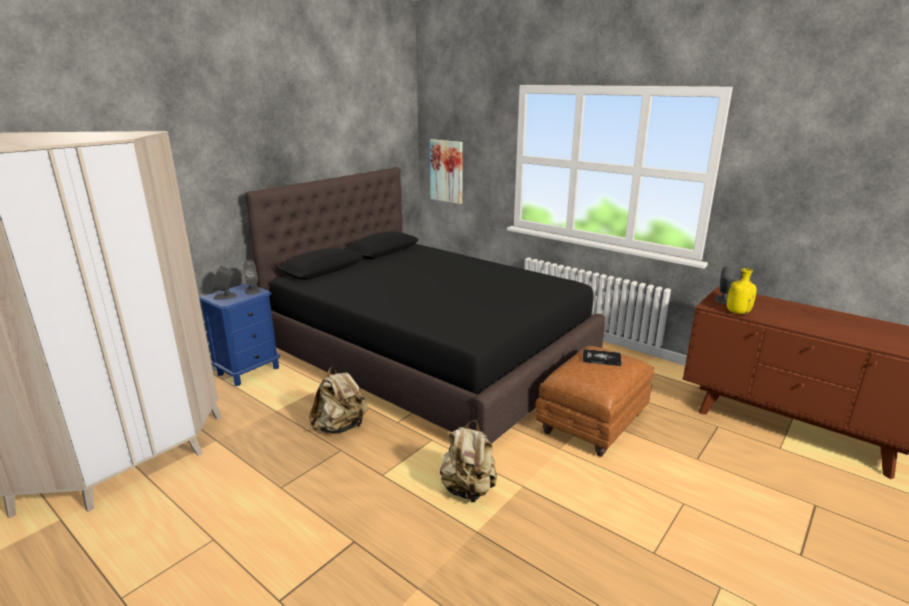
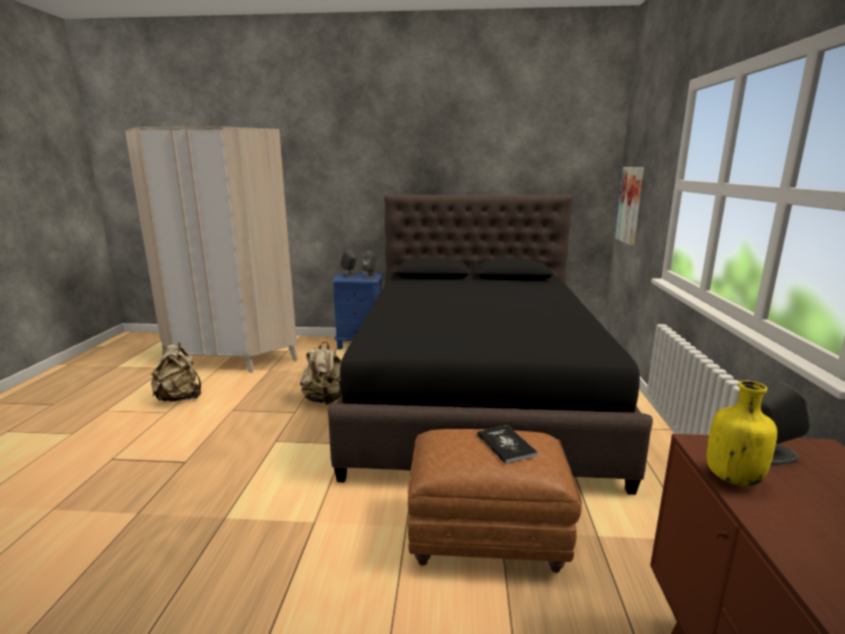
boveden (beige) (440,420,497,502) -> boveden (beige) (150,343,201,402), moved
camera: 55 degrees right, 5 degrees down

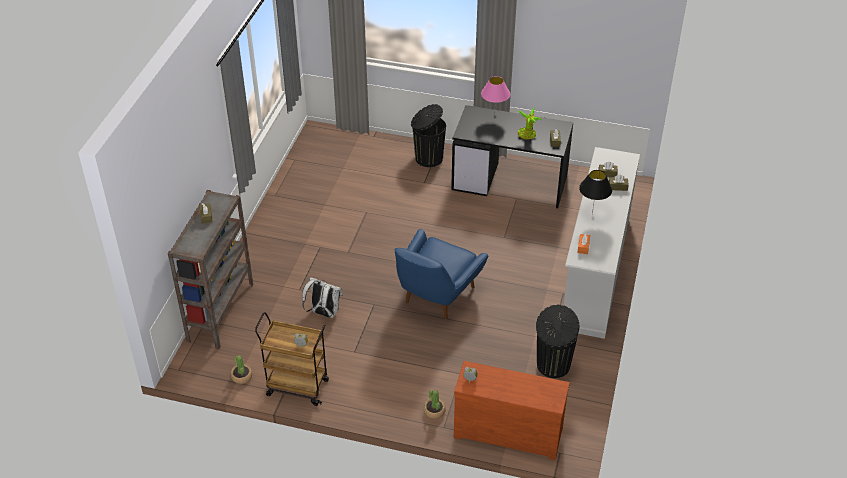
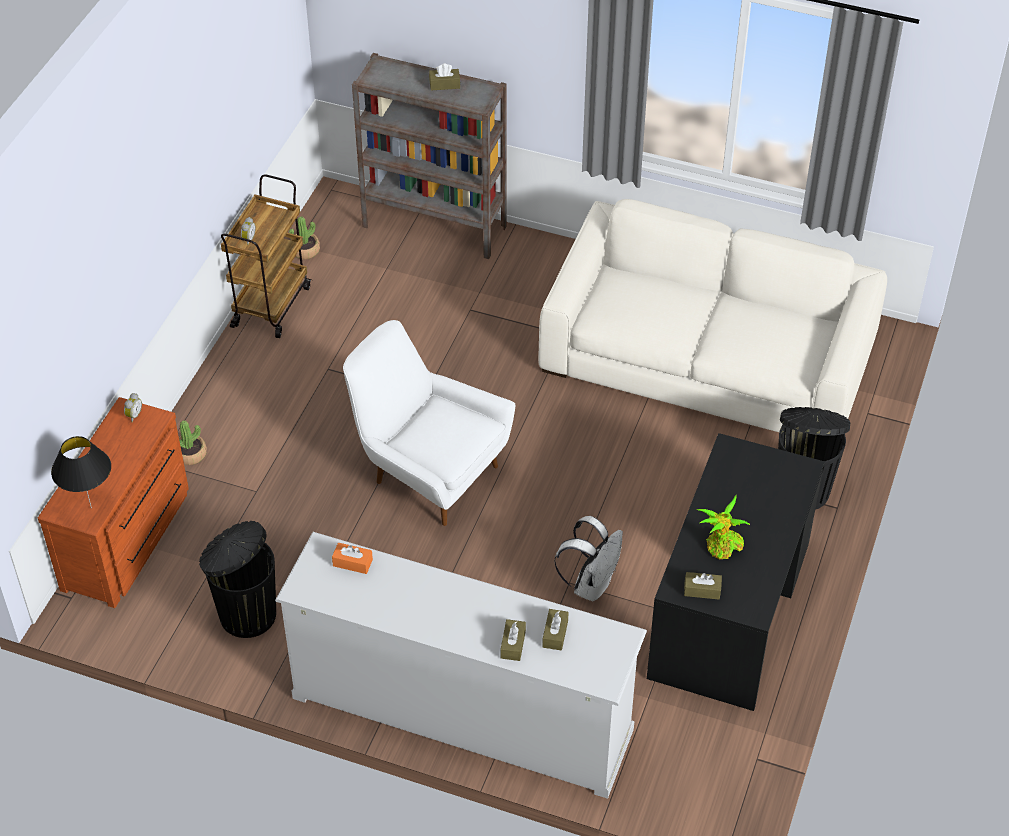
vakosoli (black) (579,170,612,214) -> vakosoli (black) (51,436,111,509), moved
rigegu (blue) (395,229,488,319) -> rigegu (white) (343,320,515,526)
none -> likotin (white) (538,199,887,432)
boveden (white) (302,277,343,318) -> boveden (white) (554,516,623,601), moved
vakosoli (pink) (481,76,510,118) -> none
camera: 95 degrees right, 5 degrees up

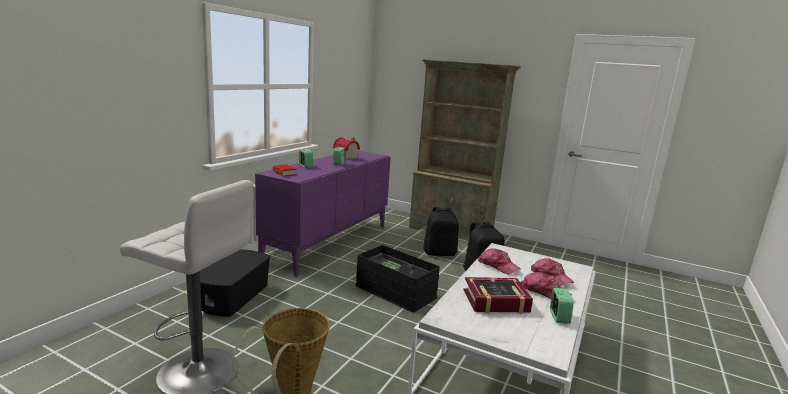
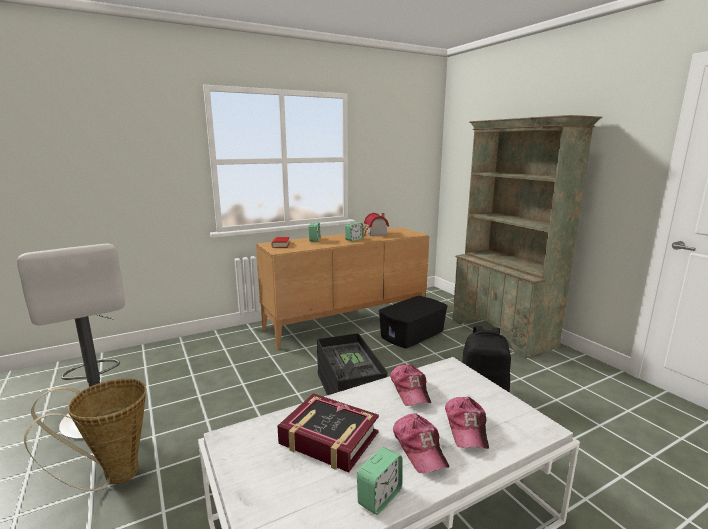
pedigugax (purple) (255,151,391,277) -> pedigugax (brown) (256,227,429,349)
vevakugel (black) (200,249,271,317) -> vevakugel (black) (379,296,448,348), moved
boveden (black) (423,207,459,256) -> none
camera: 35 degrees right, 0 degrees up

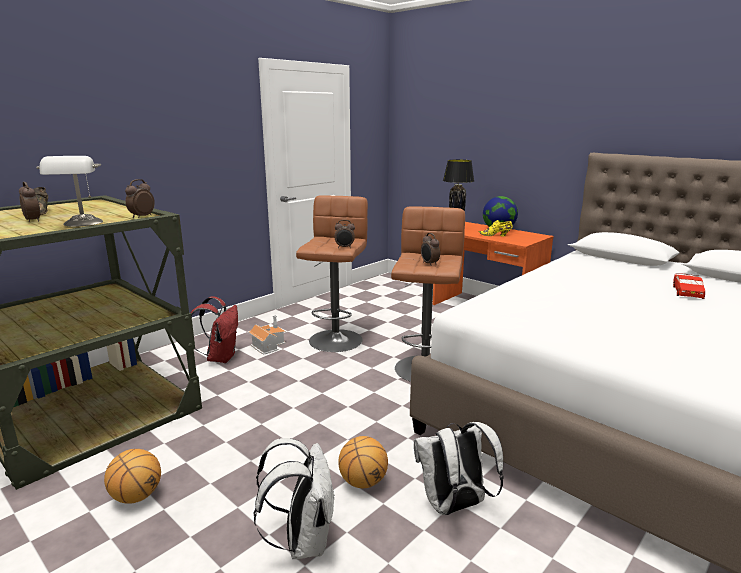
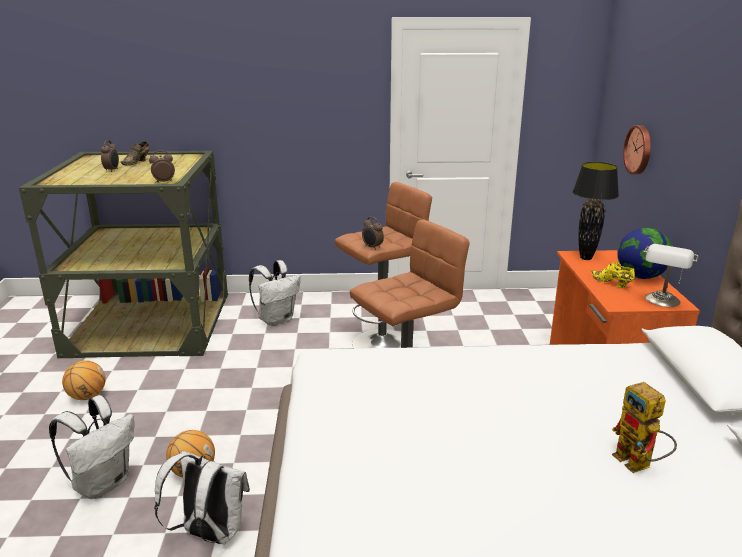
boveden (red) (191,296,238,363) -> boveden (white) (249,260,301,326)
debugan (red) (673,273,705,299) -> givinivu (612,382,677,473)
none -> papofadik (623,125,651,174)
vakosoli (white) (36,156,103,227) -> vakosoli (white) (643,244,699,307), moved
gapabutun (248,315,286,355) -> none
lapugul (421,233,440,266) -> none
camera: 45 degrees right, 5 degrees up

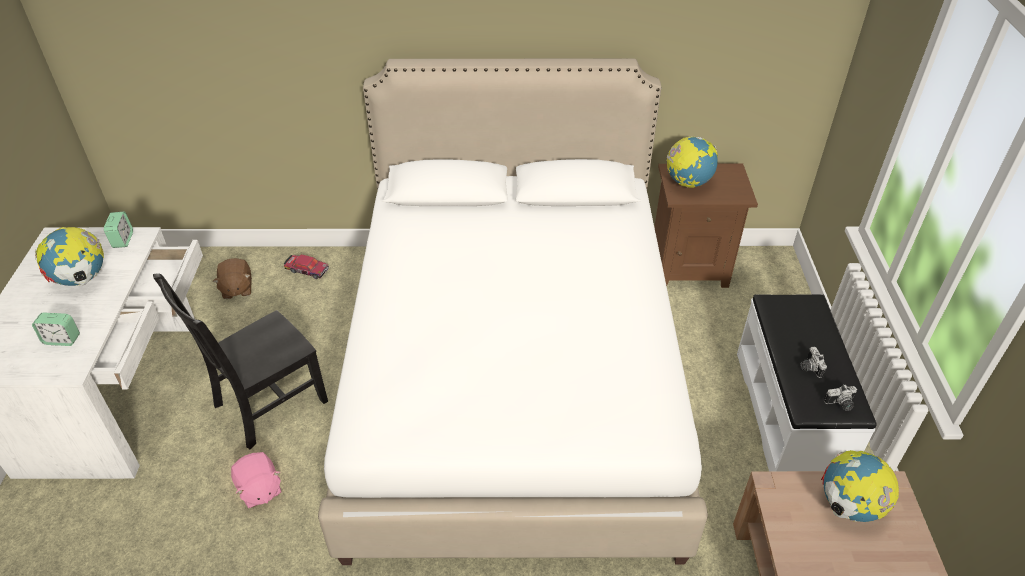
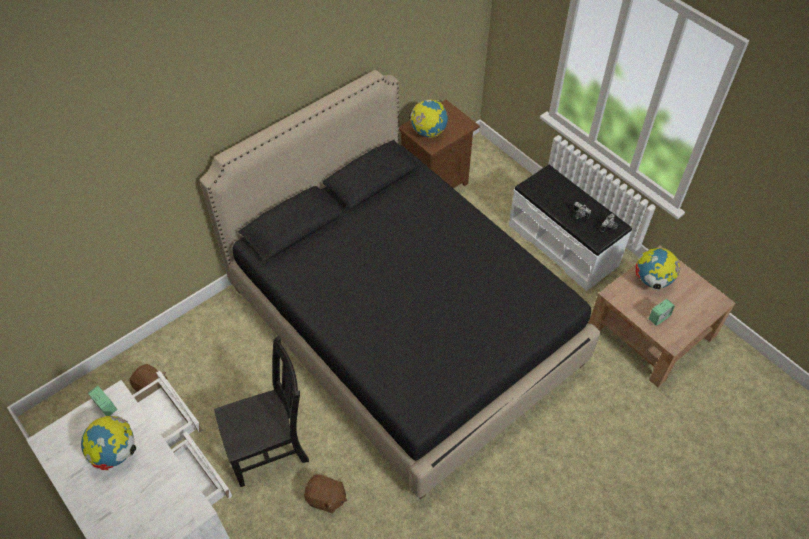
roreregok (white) (318,59,708,565) -> roreregok (black) (199,70,600,499)
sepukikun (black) (153,274,328,449) -> sepukikun (black) (214,336,309,487), 120 degrees counterclockwise
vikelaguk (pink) (231,452,281,508) -> vikelaguk (brown) (304,474,347,513)
lapugul (32,312,80,346) -> lapugul (649,299,675,326), moved
debugan (284,255,329,279) -> none
camera: 40 degrees left, 10 degrees up

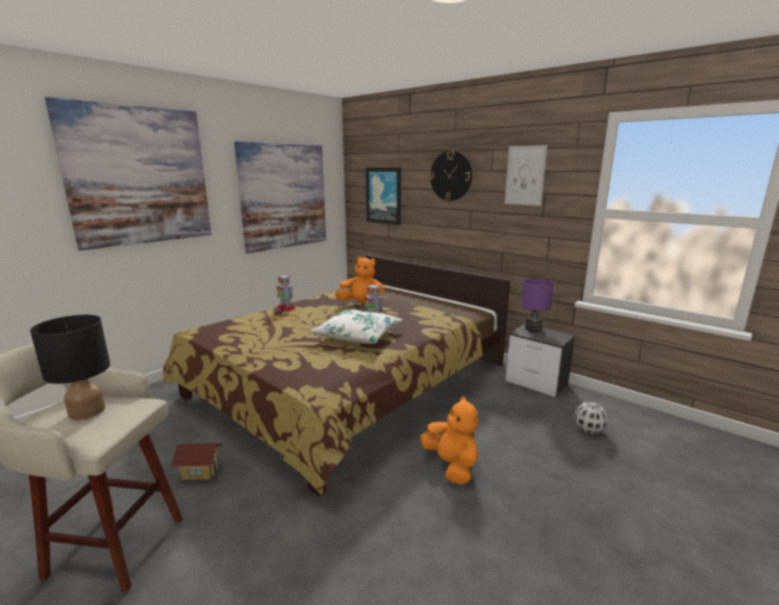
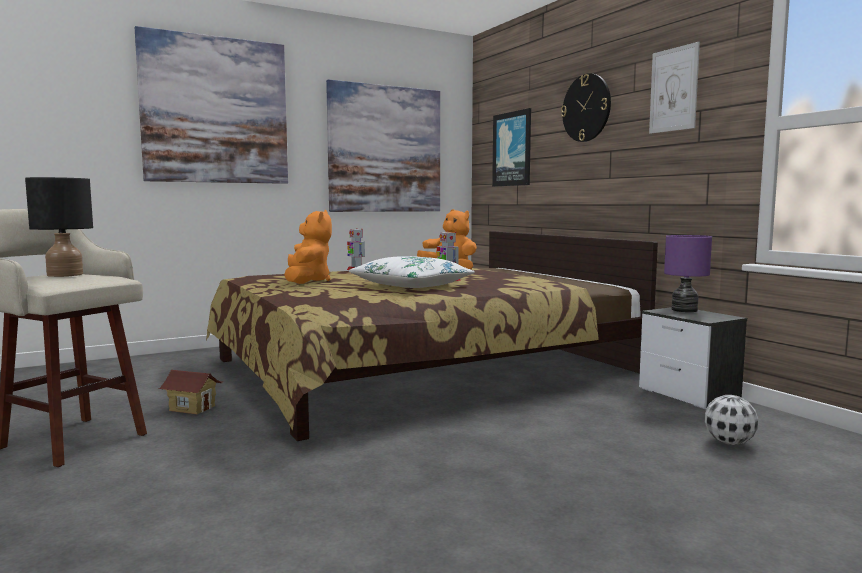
vikelaguk (orange) (420,396,478,484) -> vikelaguk (orange) (284,210,332,284), moved
camera: 20 degrees right, 10 degrees down

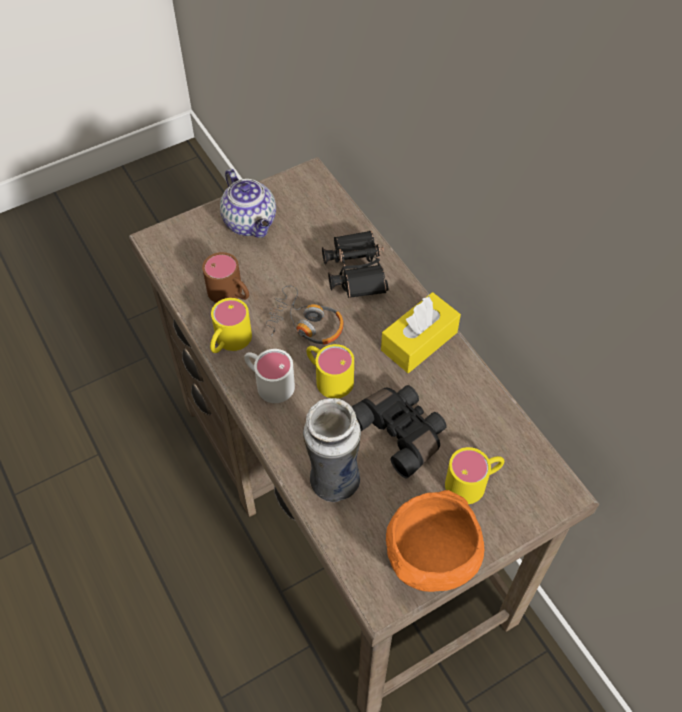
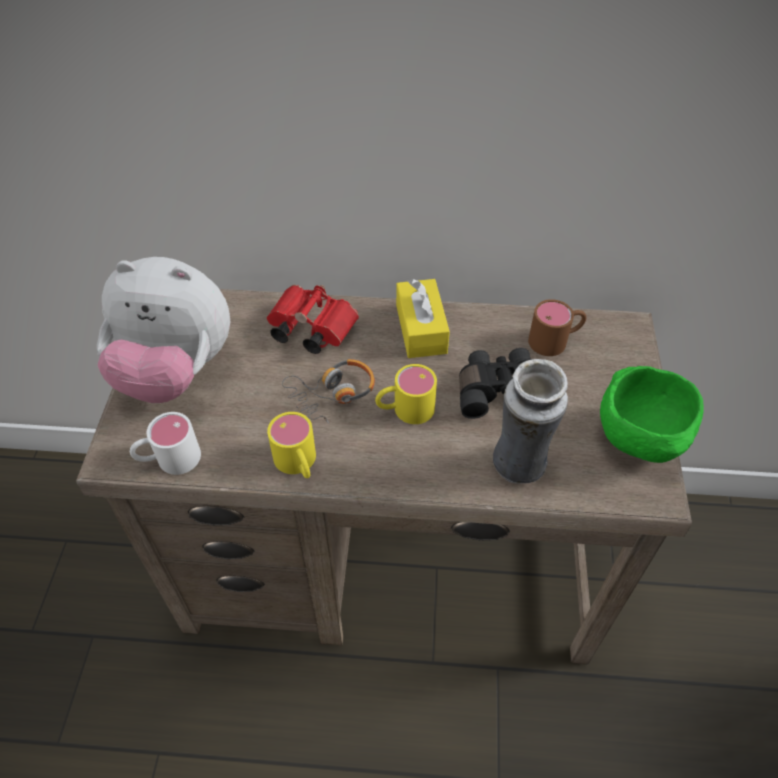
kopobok (220,169,276,238) -> vikelaguk (97,257,231,403)
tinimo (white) (244,349,295,403) -> tinimo (white) (130,412,201,475), moved
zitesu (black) (322,231,388,298) -> zitesu (red) (267,285,359,354)
tinimo (brown) (202,252,249,303) -> tinimo (brown) (528,299,586,356), moved
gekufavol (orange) (386,490,484,592) -> gekufavol (green) (600,366,704,463)
tinimo (yellow) (445,447,504,504) -> none
camera: 55 degrees left, 5 degrees down

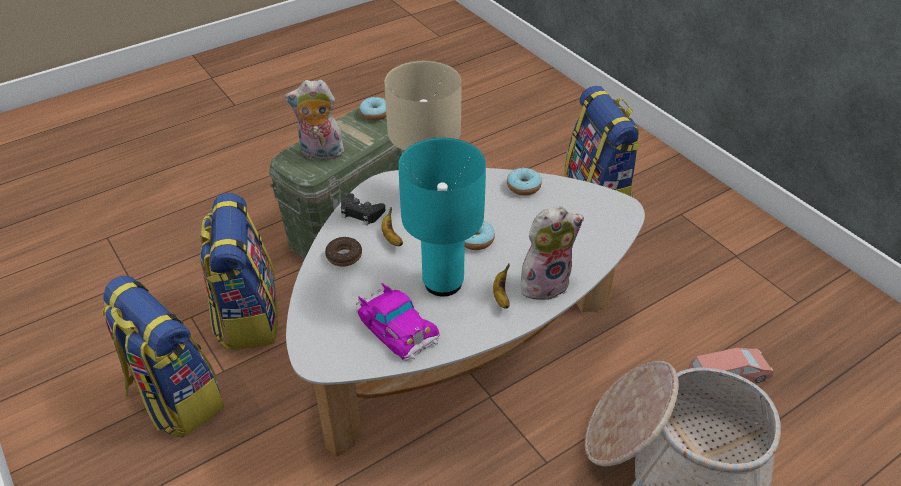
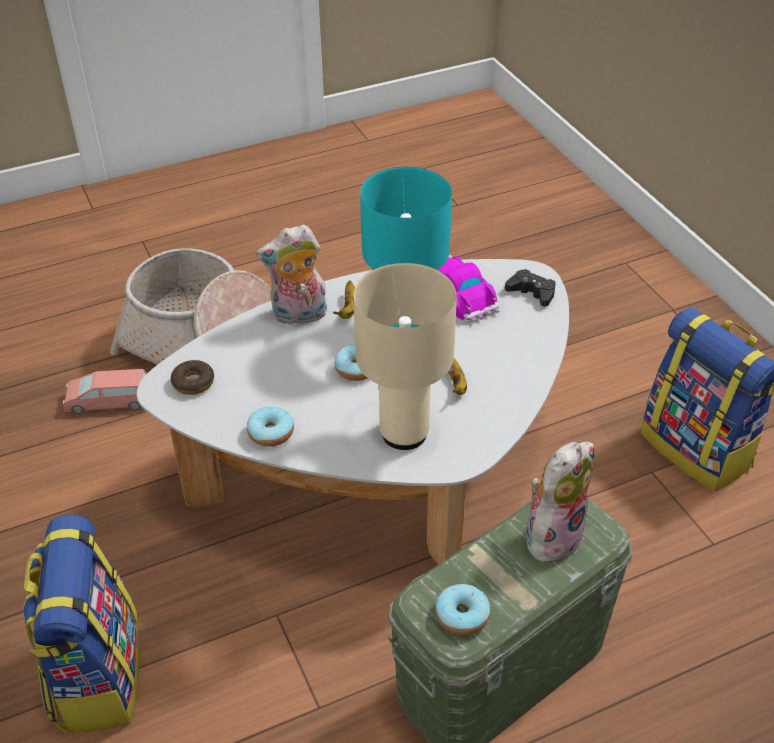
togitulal (325,237,362,267) -> togitulal (171,360,214,395), moved
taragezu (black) (341,193,385,226) -> taragezu (black) (505,269,556,306), moved
vikelaguk (285,79,344,160) -> vikelaguk (526,441,594,568), 60 degrees counterclockwise
boveden (200,193,277,350) -> none
camera: 170 degrees left, 0 degrees up

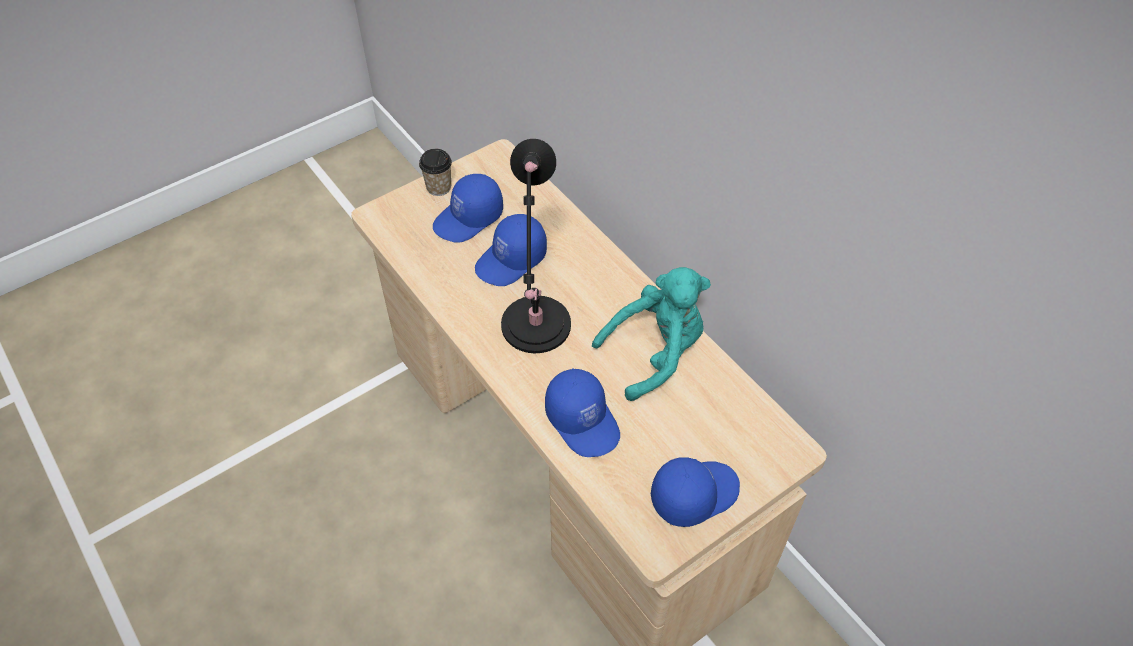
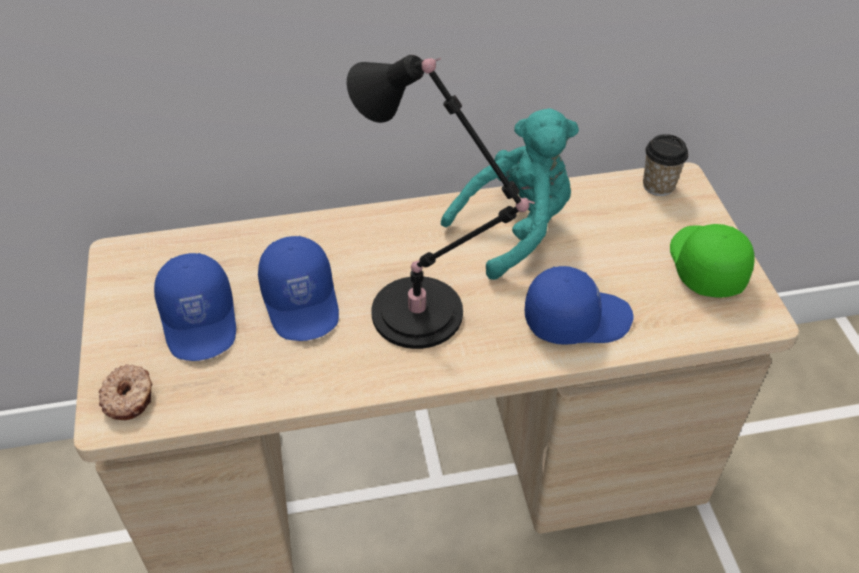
none -> togitulal (98,364,152,420)
vikelaguk (turquoise) (592,267,711,401) -> vikelaguk (turquoise) (441,108,579,280), 60 degrees clockwise
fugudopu (419,149,452,196) -> fugudopu (643,134,688,196), moved
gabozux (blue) (651,457,740,527) -> gabozux (green) (670,224,755,298)
camera: 65 degrees left, 5 degrees down

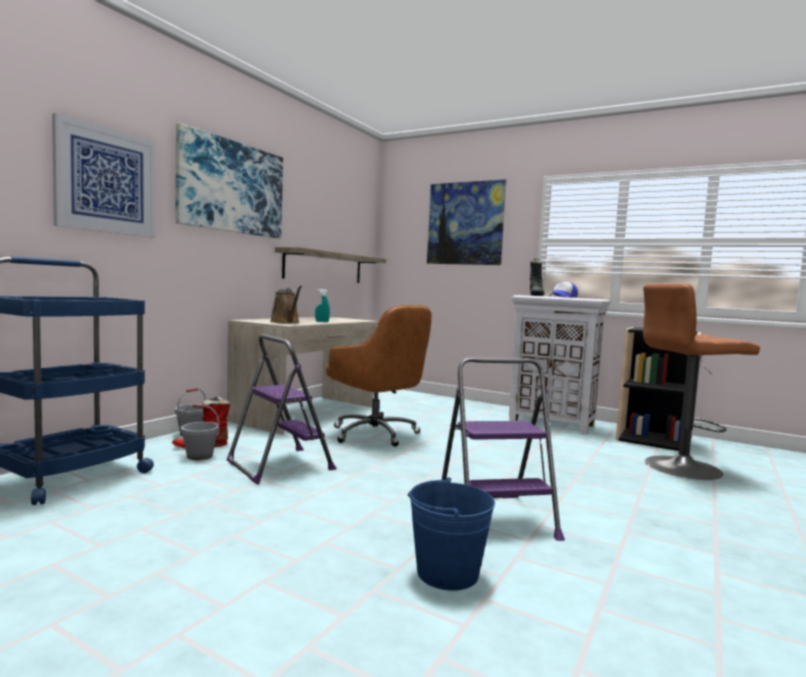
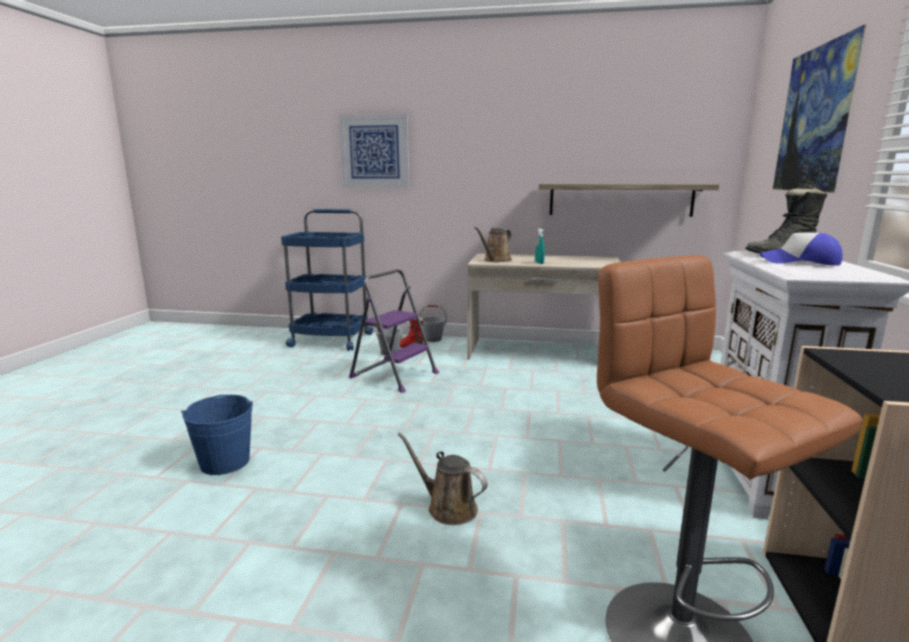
none -> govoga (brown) (398,432,488,525)
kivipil (175,123,283,238) -> none
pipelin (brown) (326,305,432,446) -> none
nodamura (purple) (442,358,565,541) -> none
camera: 70 degrees right, 10 degrees up

